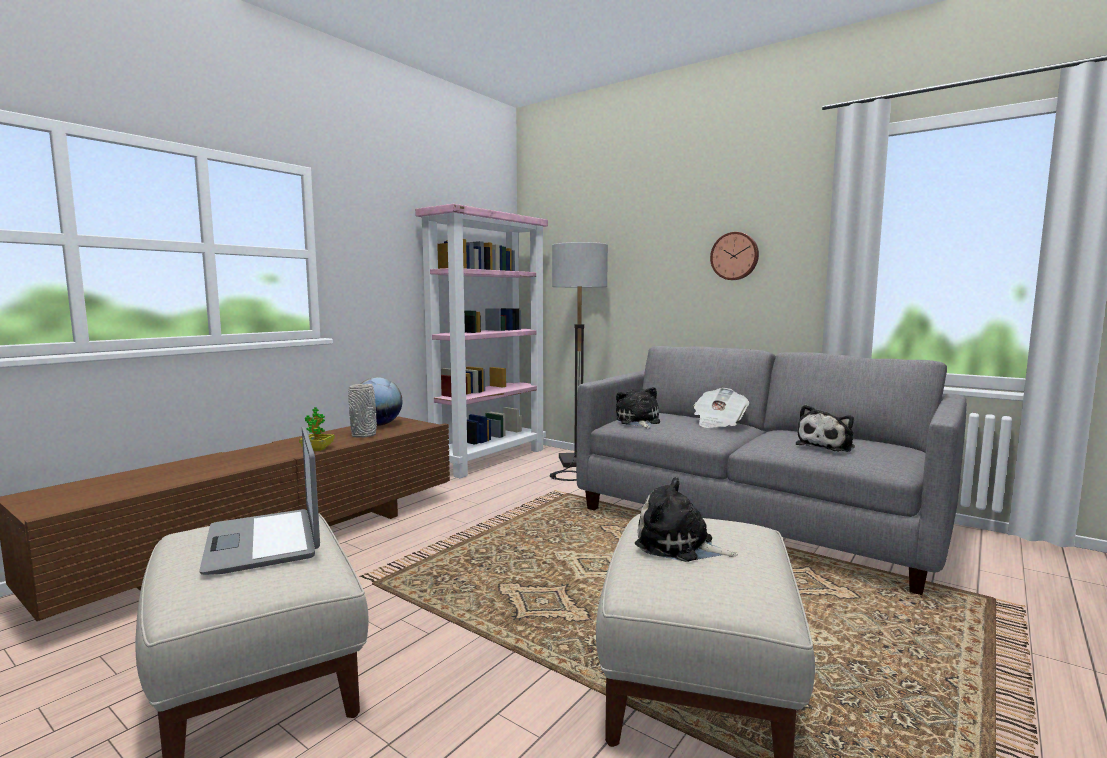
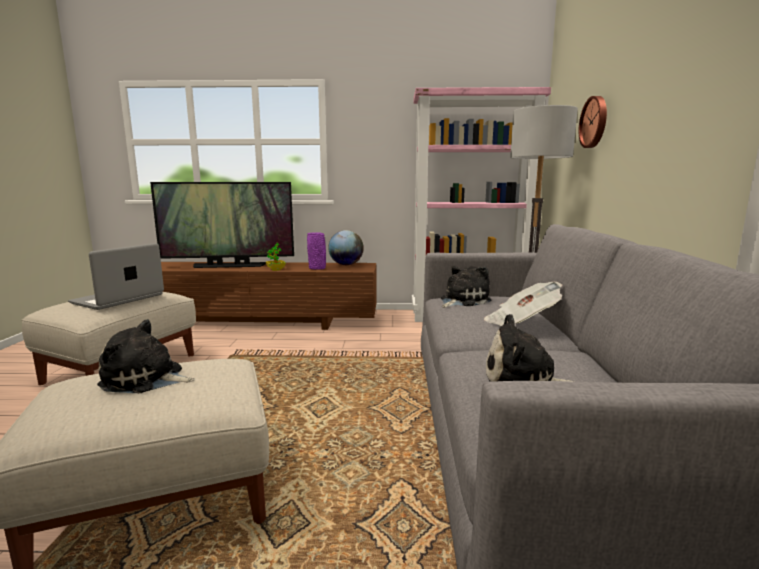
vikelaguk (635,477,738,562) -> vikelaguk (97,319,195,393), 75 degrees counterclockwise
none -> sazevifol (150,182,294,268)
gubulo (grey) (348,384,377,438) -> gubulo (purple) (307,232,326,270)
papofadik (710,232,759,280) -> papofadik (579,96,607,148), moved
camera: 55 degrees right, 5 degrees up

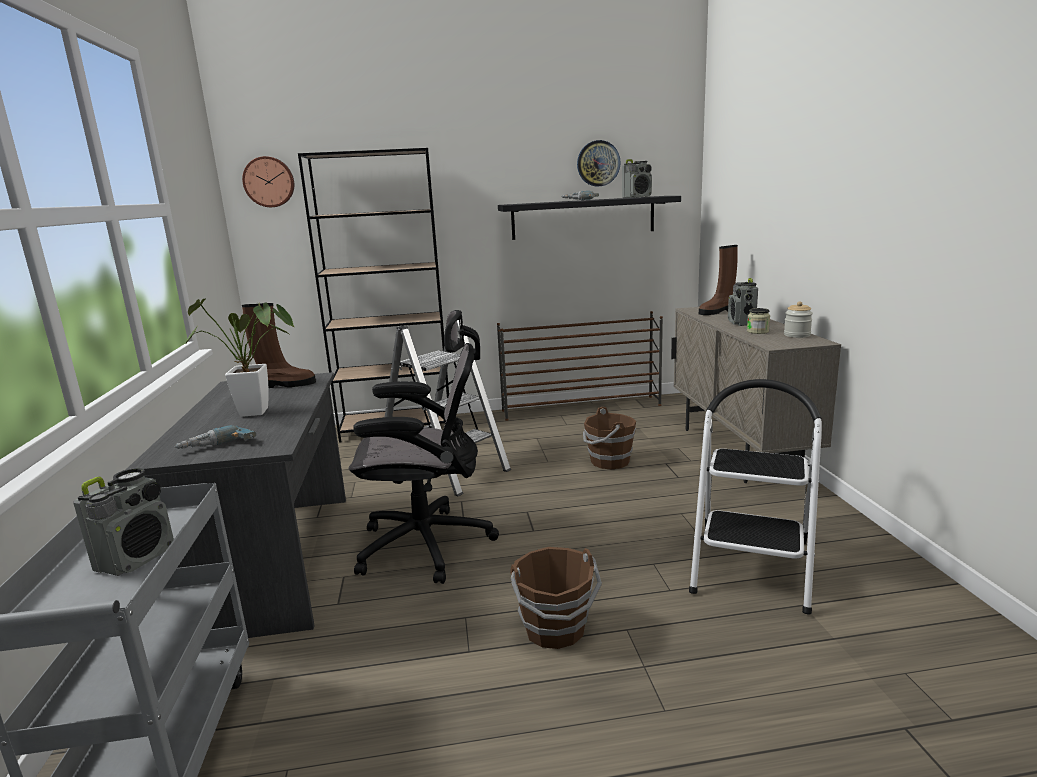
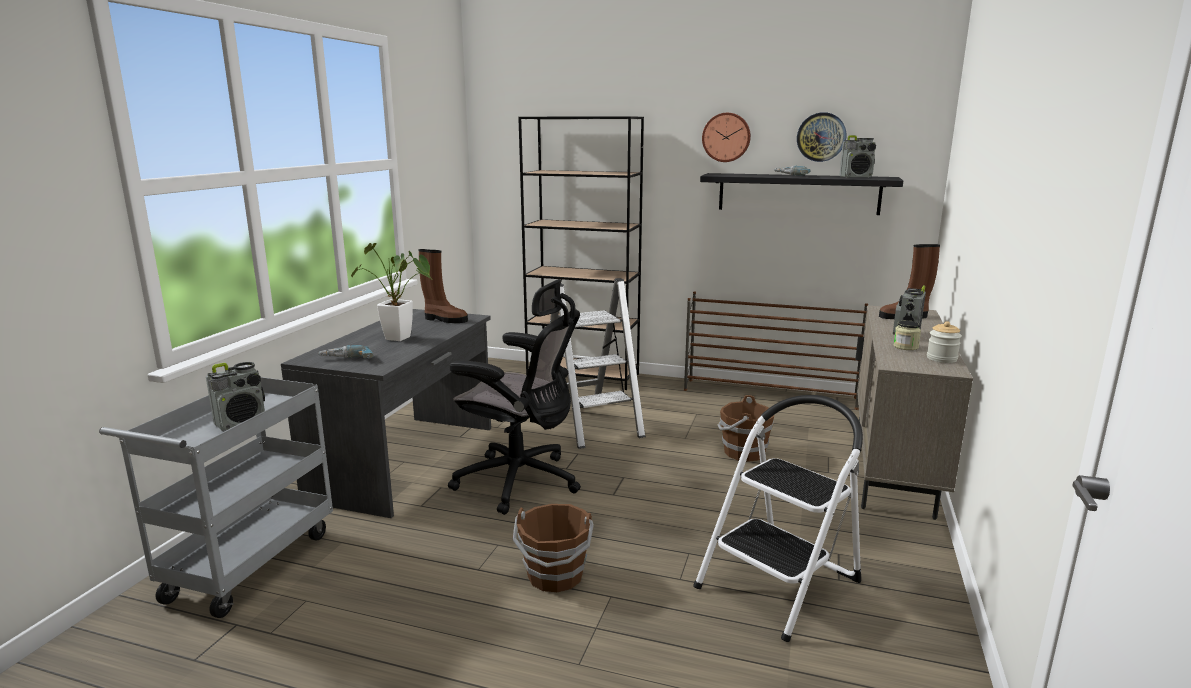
papofadik (242,156,294,207) -> papofadik (702,113,751,162), moved
camera: 25 degrees right, 0 degrees up

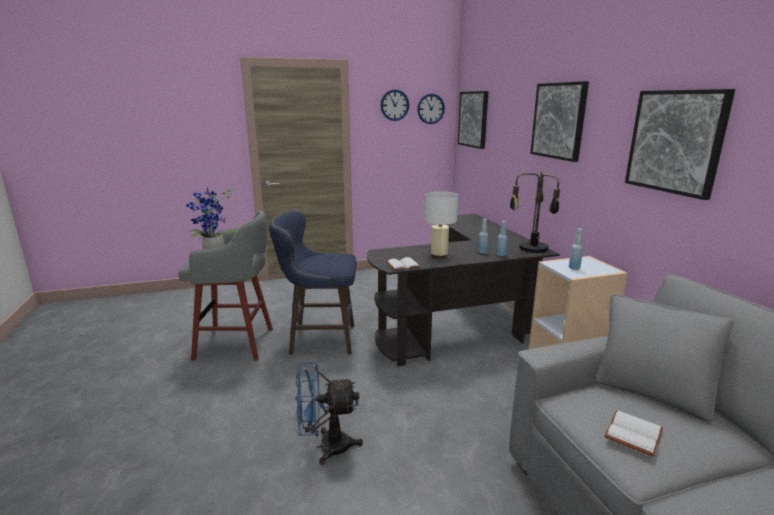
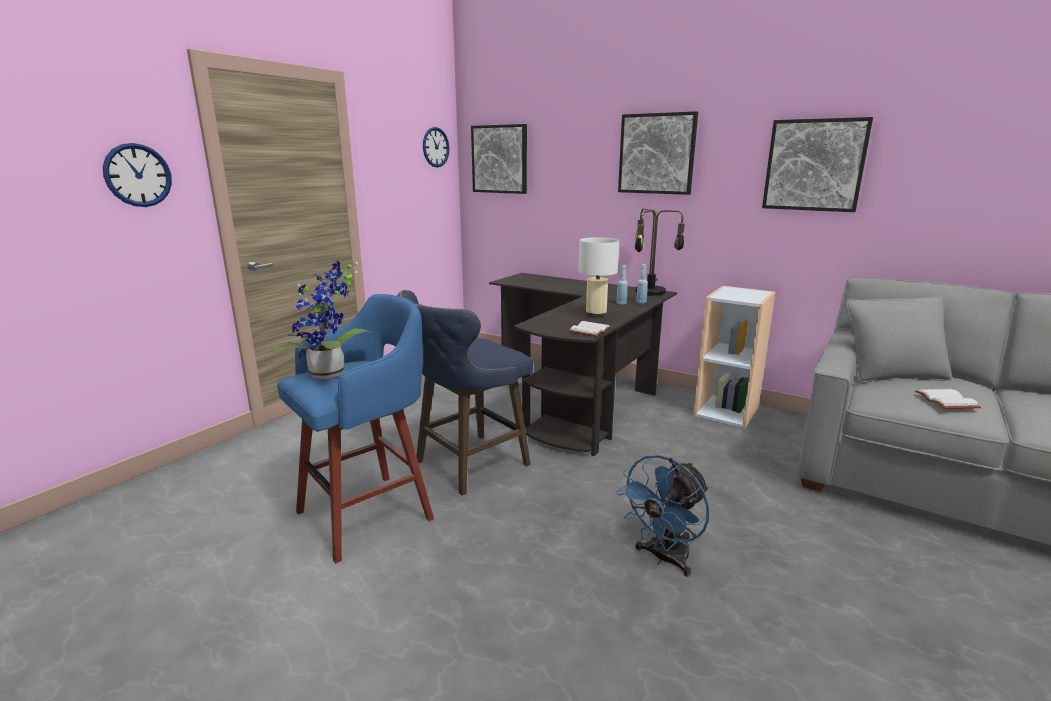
papofadik (380,89,409,121) -> papofadik (103,143,172,207), moved
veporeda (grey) (178,210,273,361) -> veporeda (blue) (277,294,434,563)
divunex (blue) (569,228,583,270) -> none
camera: 40 degrees left, 0 degrees up

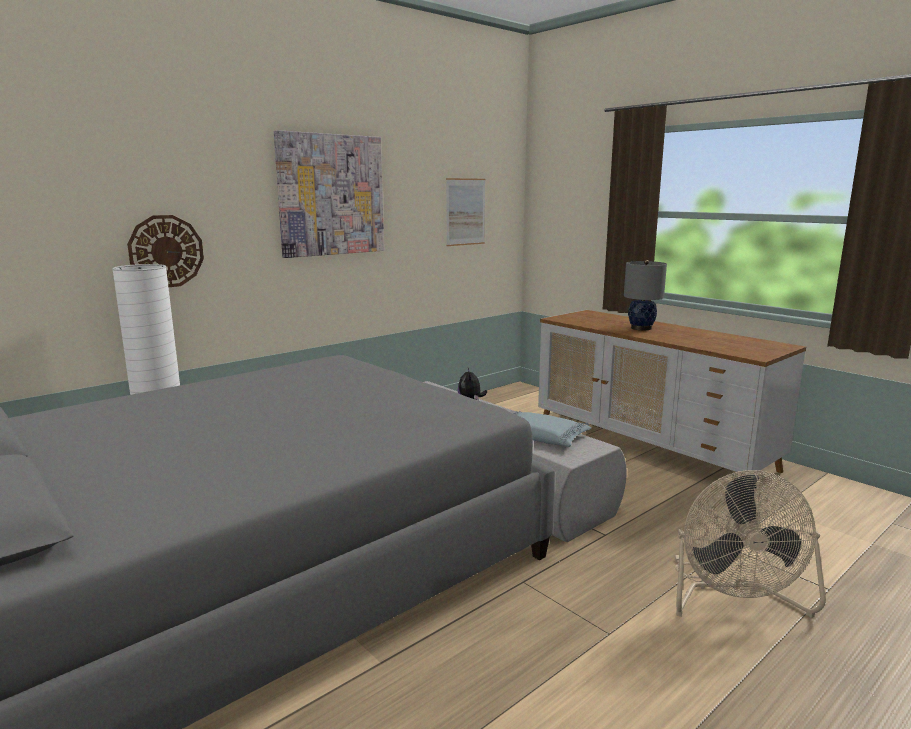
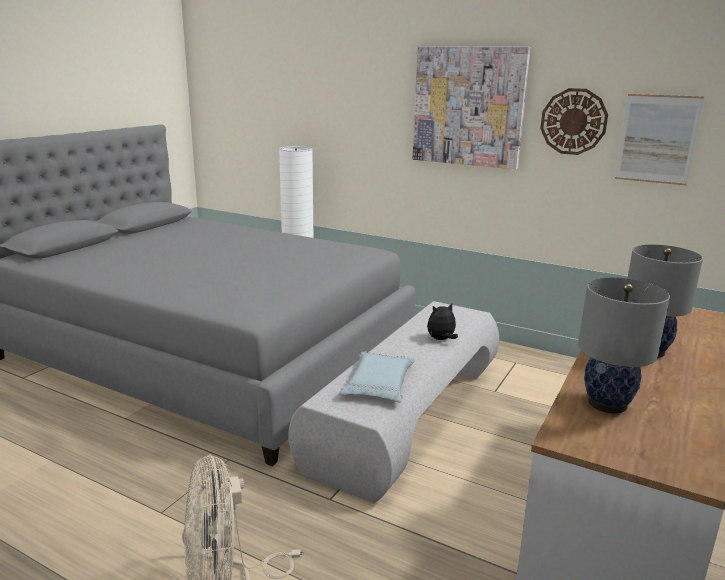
papofadik (127,215,204,287) -> papofadik (540,88,608,155), moved
none -> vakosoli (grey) (578,277,670,413)
camera: 70 degrees right, 5 degrees up

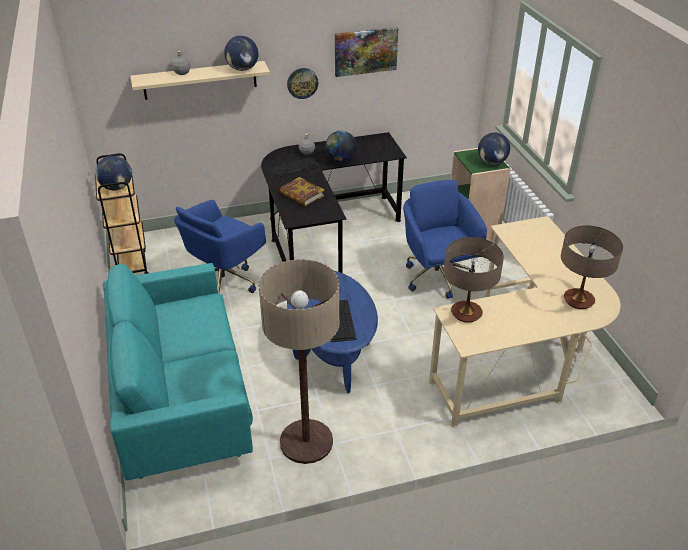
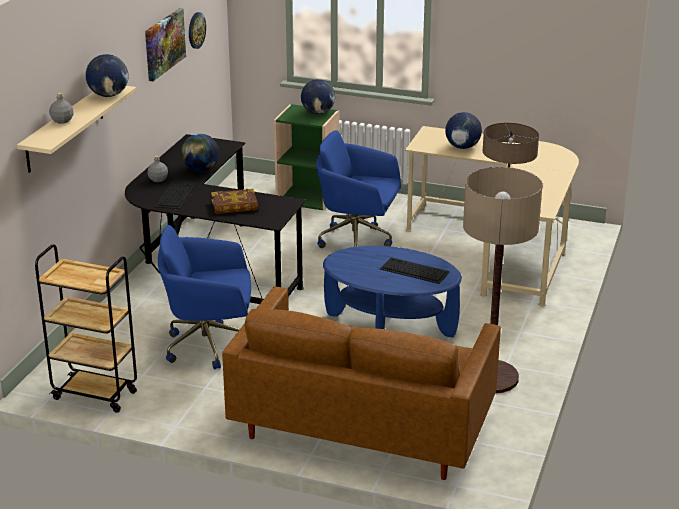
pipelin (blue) (174,200,266,294) -> pipelin (blue) (158,225,251,370), 105 degrees clockwise
papofadik (287,68,319,99) -> papofadik (189,12,206,49), moved
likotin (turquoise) (103,263,253,481) -> likotin (brown) (222,287,501,480)
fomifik (95,155,132,191) -> fomifik (445,112,482,149), moved
vakosoli (561,225,623,309) -> none
camera: 55 degrees left, 10 degrees down

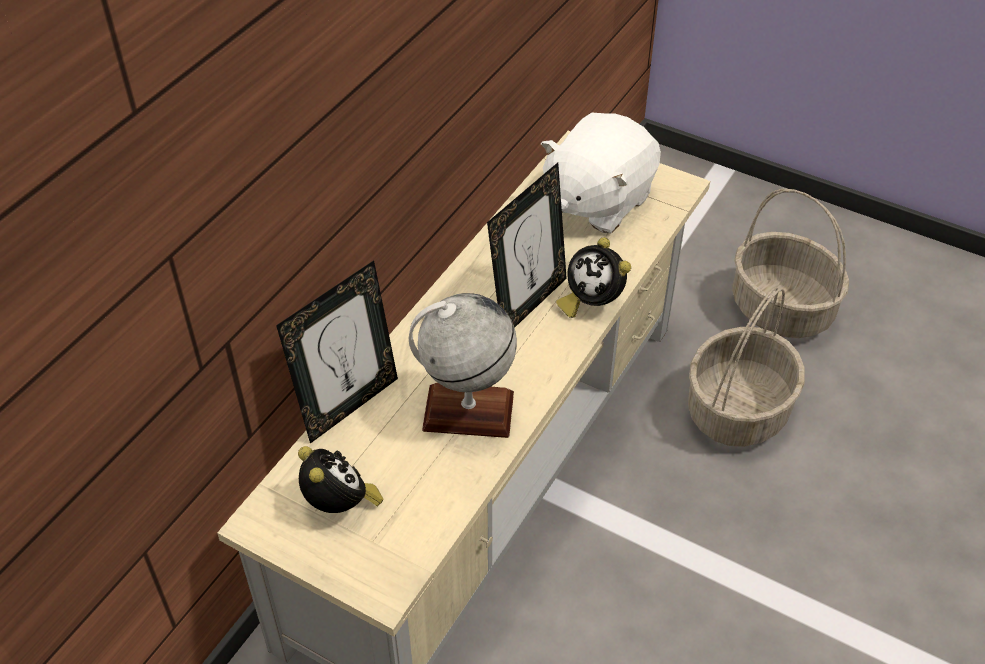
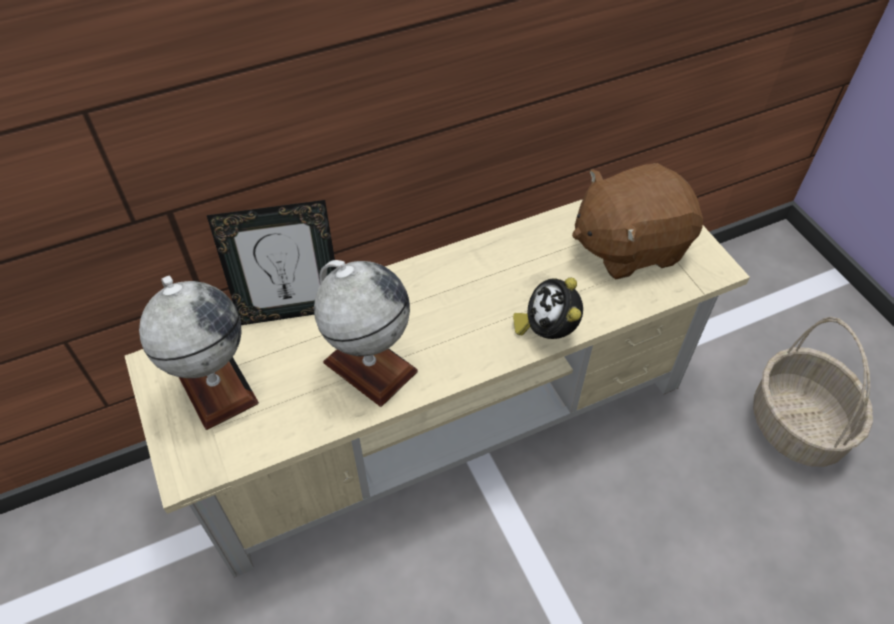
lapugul (298,446,383,513) -> fomifik (139,276,259,430)
vikelaguk (white) (541,113,661,233) -> vikelaguk (brown) (572,163,703,280)
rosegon (487,162,567,328) -> none
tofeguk (688,287,805,447) -> none
camera: 35 degrees right, 5 degrees up

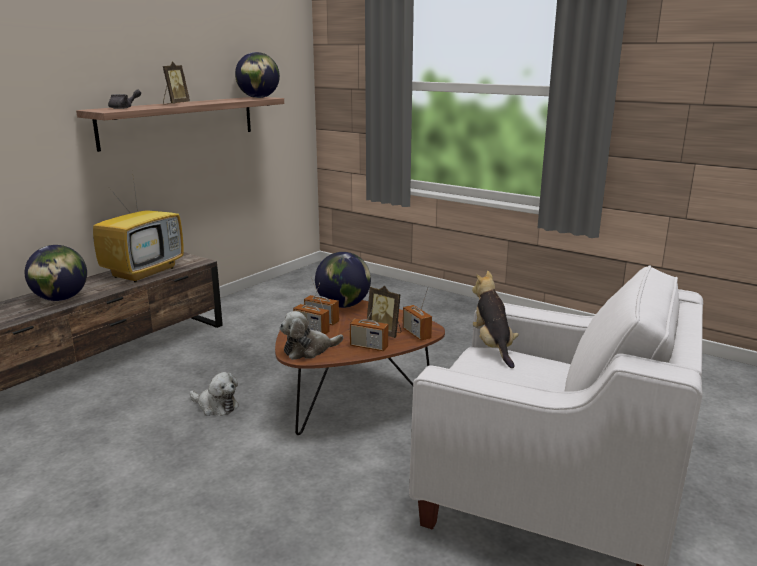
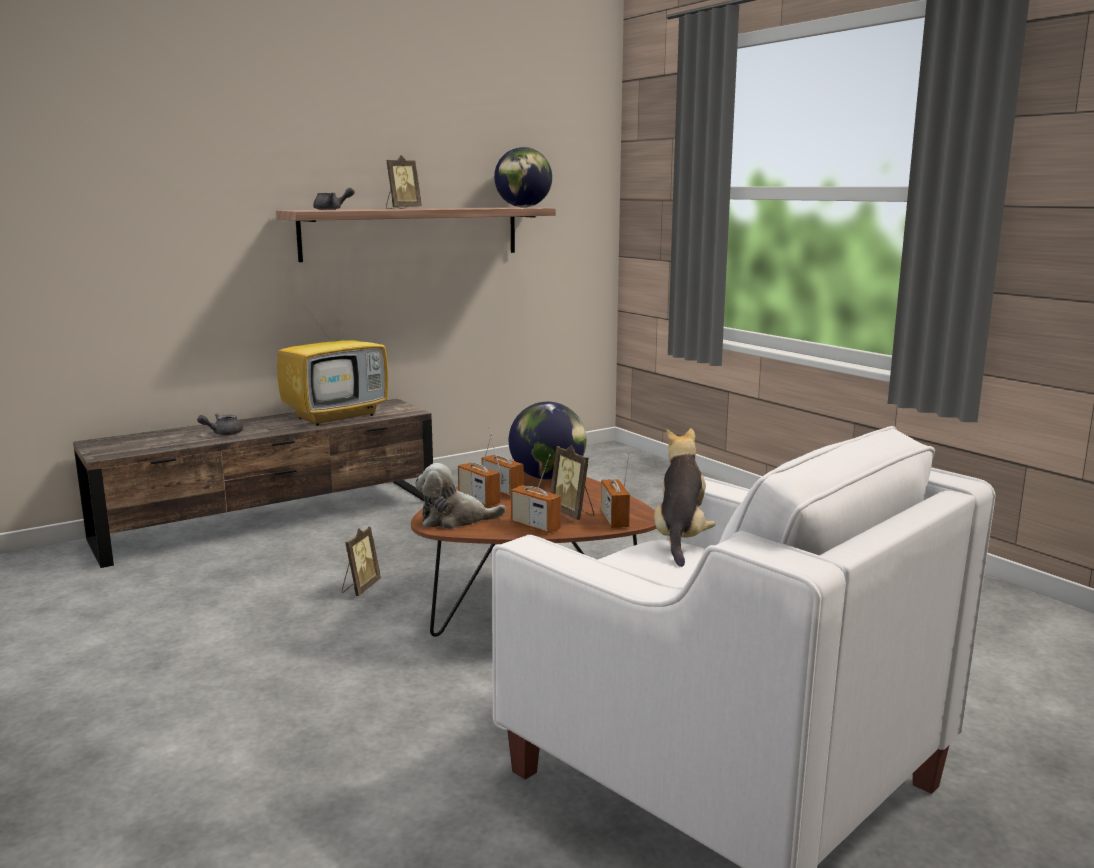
fomifik (25,245,87,301) -> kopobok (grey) (197,413,243,435)
vikelaguk (189,372,239,416) -> rosegon (342,527,381,596)
camera: 20 degrees right, 5 degrees down

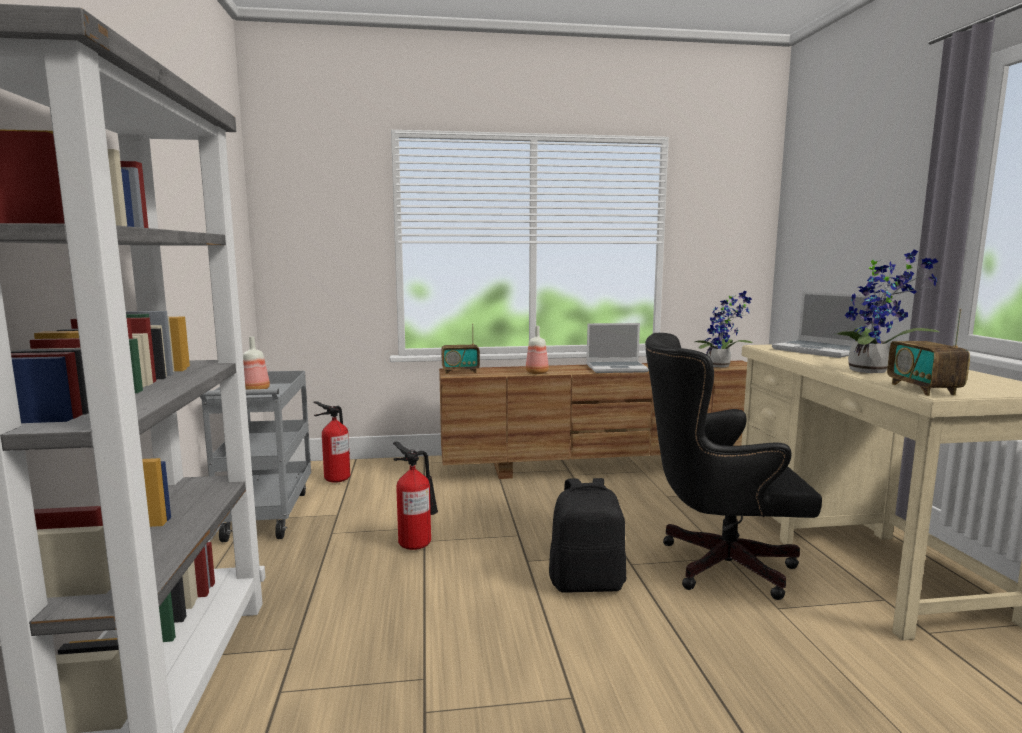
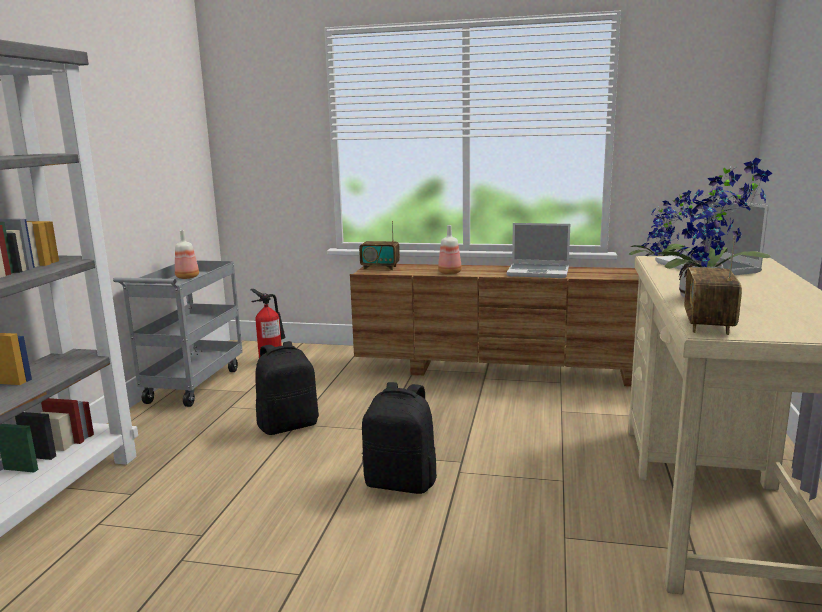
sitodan (393,442,438,550) -> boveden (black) (255,341,319,435)
pipelin (black) (645,333,822,600) -> none
camera: 20 degrees right, 5 degrees up

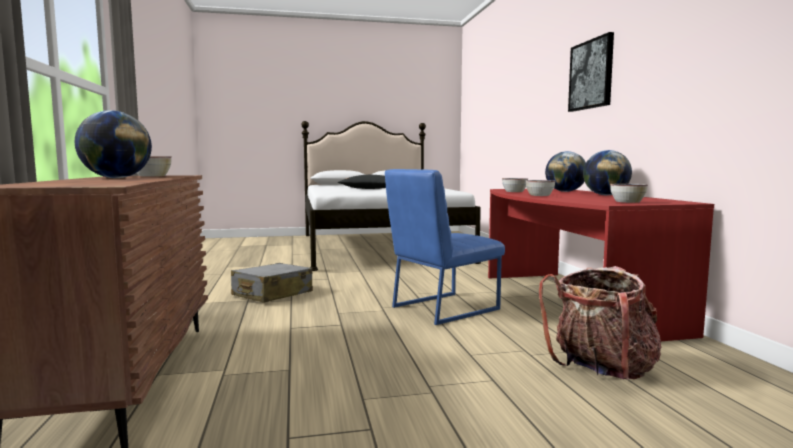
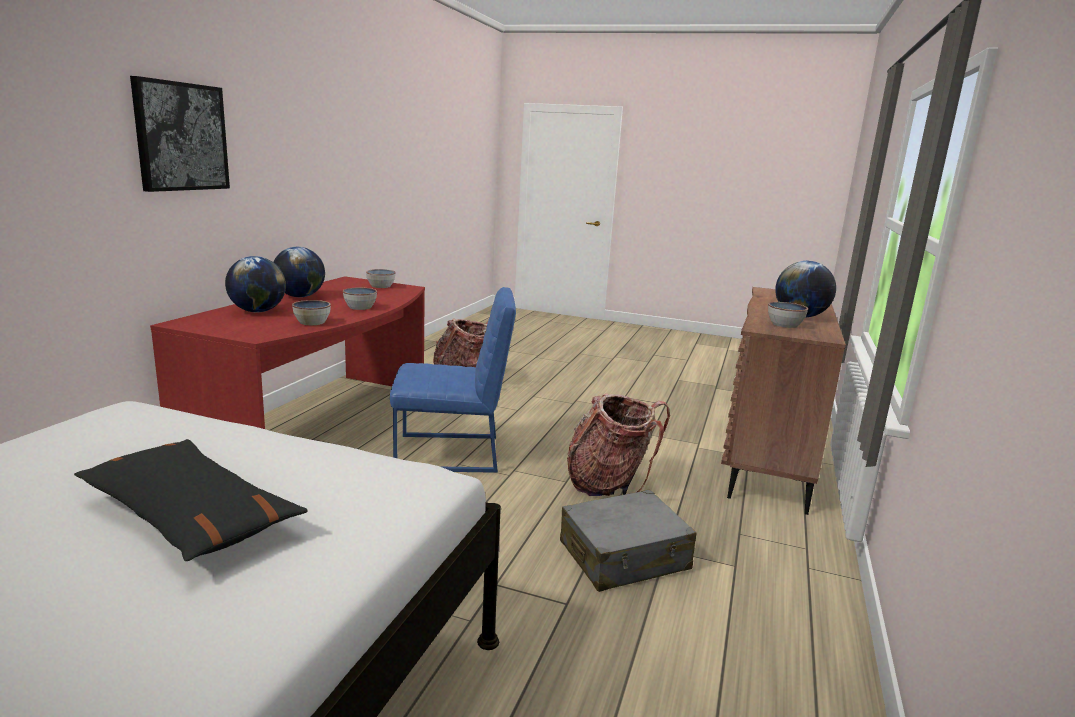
none -> boveden (567,393,670,496)
camera: 150 degrees left, 10 degrees up

